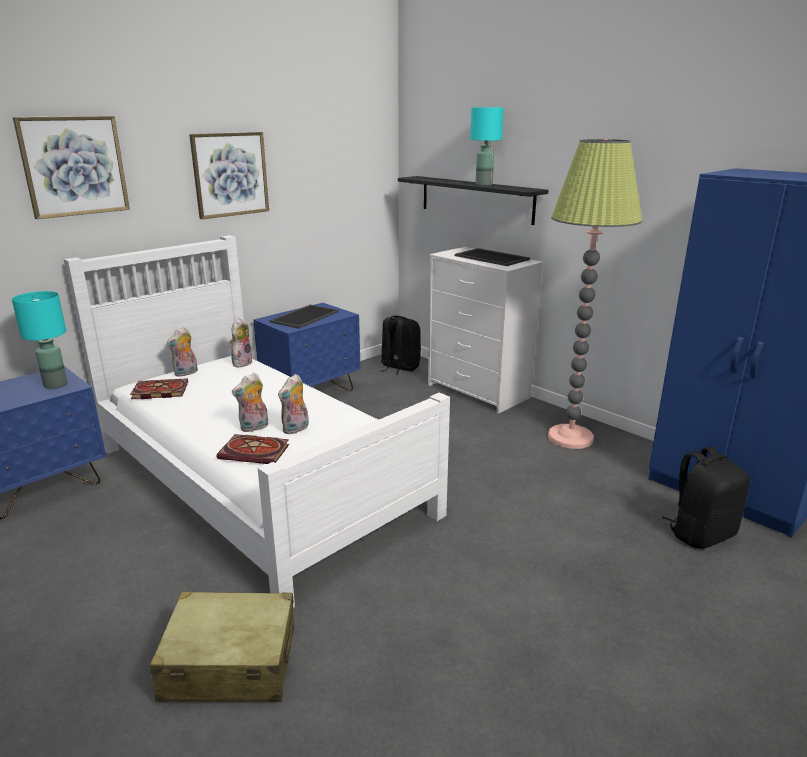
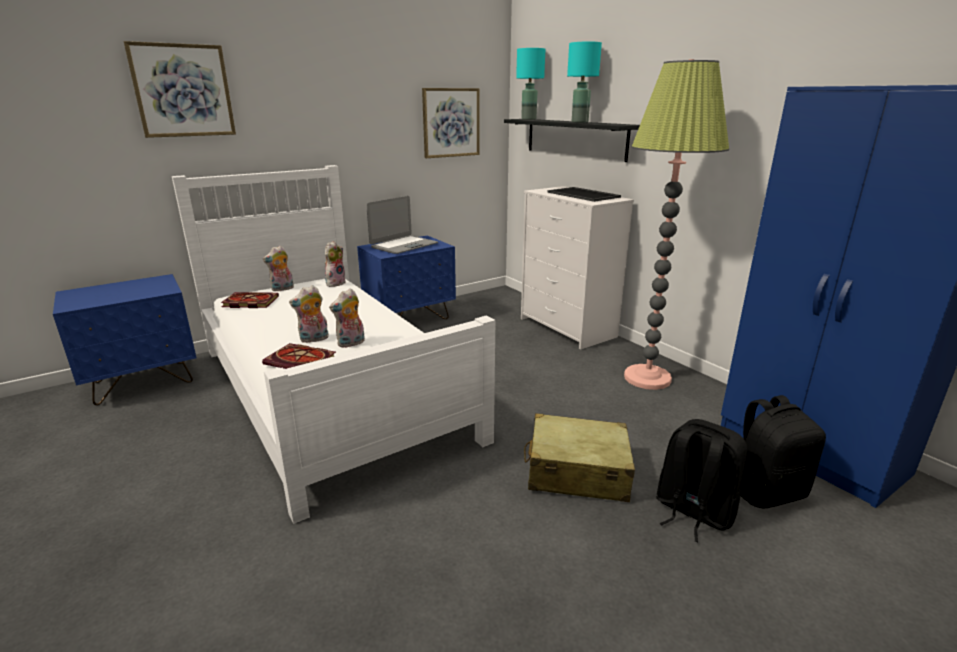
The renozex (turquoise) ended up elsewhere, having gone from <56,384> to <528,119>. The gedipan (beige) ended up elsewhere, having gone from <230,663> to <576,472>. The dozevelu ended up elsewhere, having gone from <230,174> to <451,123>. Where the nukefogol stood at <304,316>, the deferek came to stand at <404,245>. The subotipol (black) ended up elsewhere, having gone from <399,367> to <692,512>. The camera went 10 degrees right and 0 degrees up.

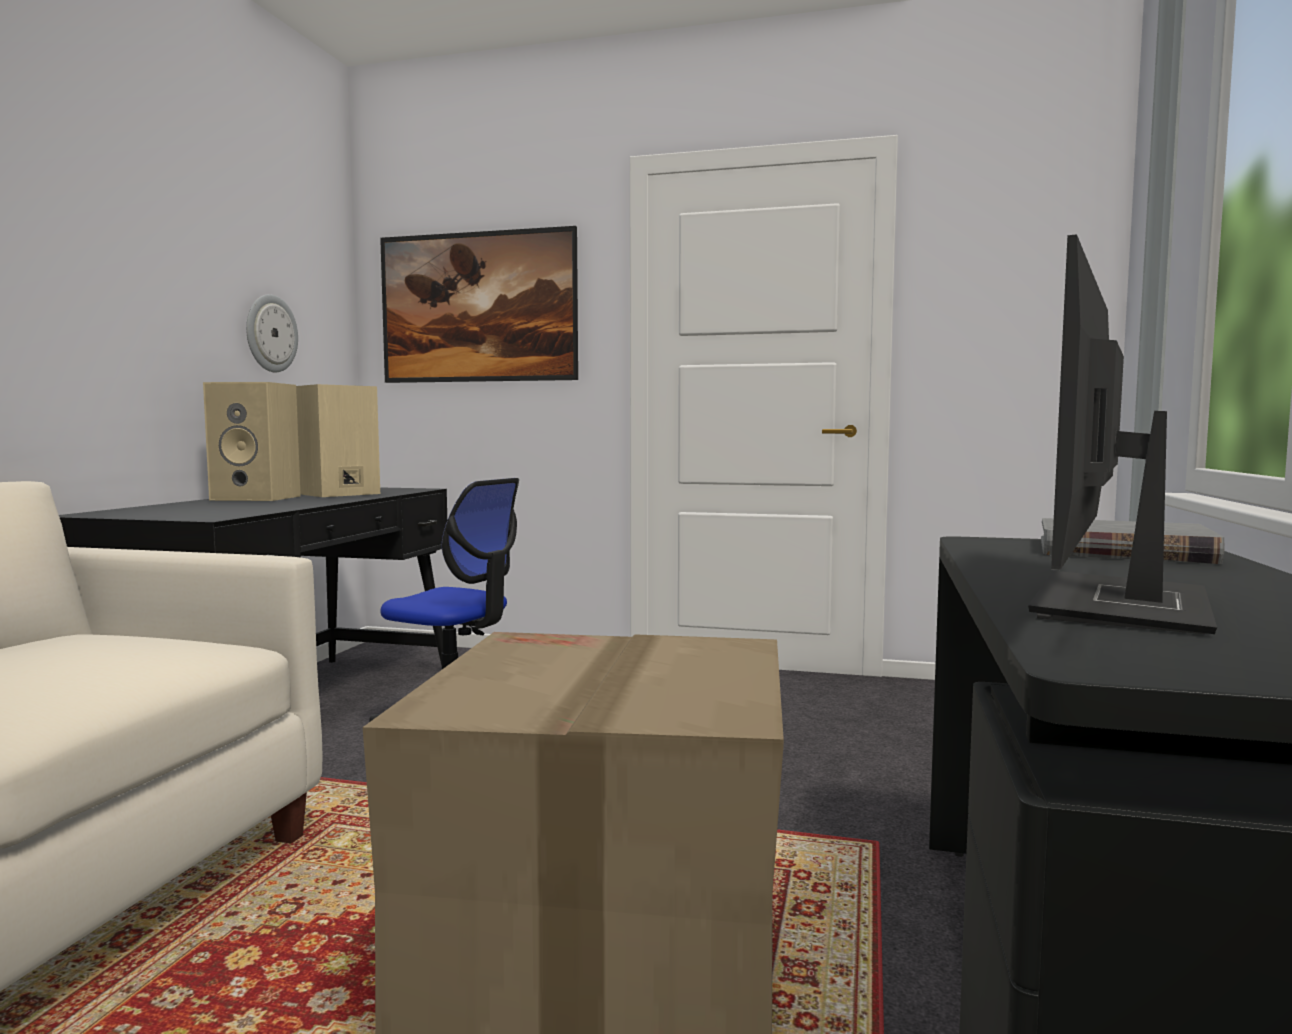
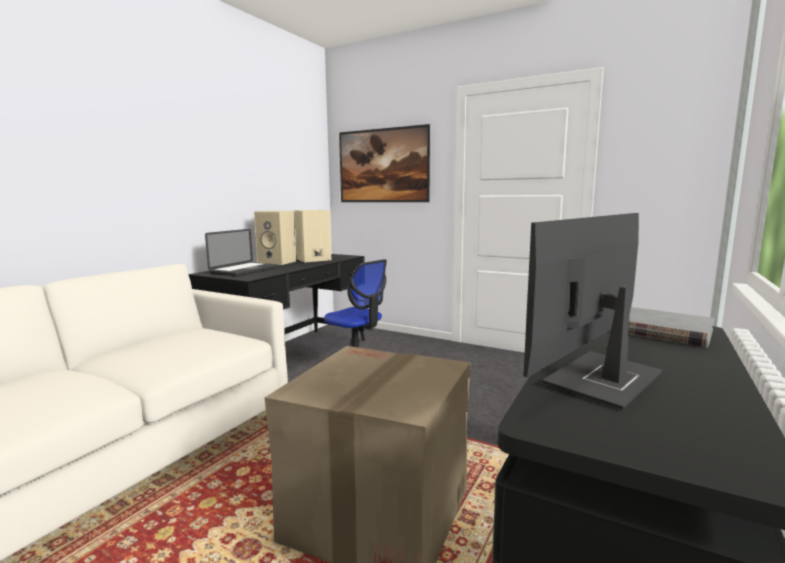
The second view lost the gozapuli at <270,333>. The second view gained the deferek at <244,270>. The camera went 15 degrees right and 5 degrees up.

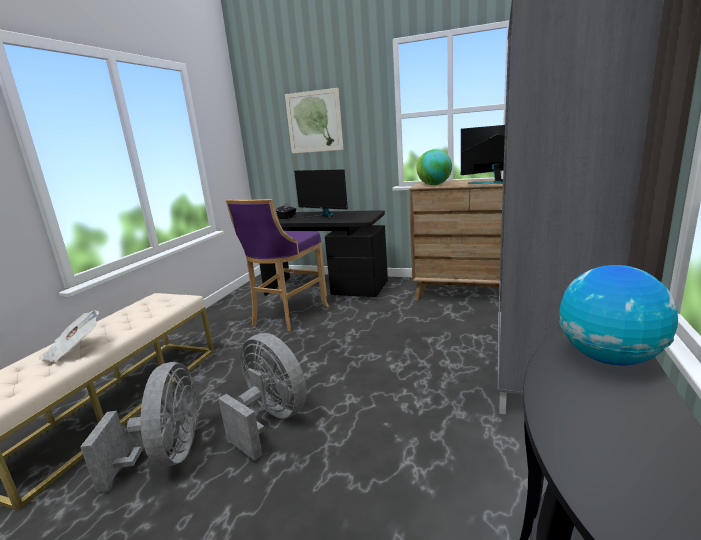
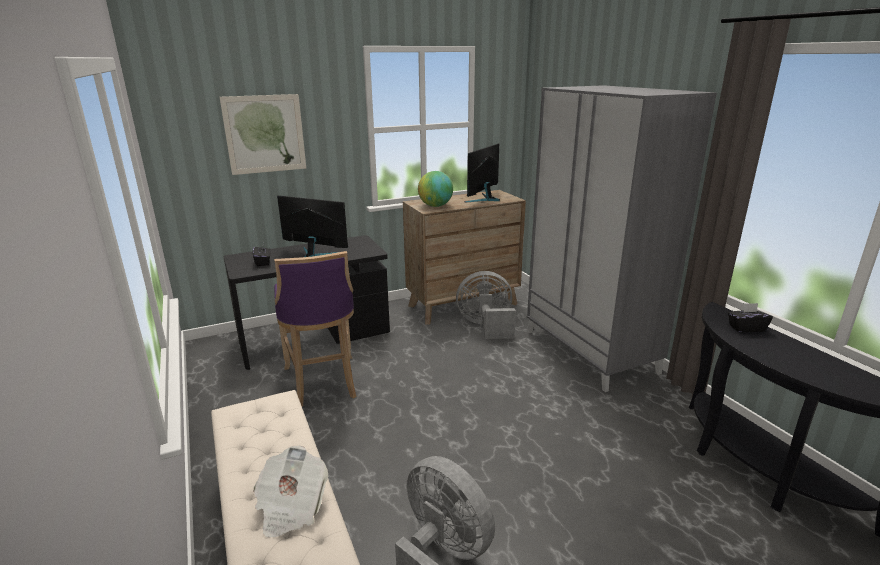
The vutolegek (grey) ended up elsewhere, having gone from <270,420> to <486,326>. The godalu at <324,217> ended up facing another way, 150 degrees counterclockwise from before. Where the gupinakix stood at <608,358>, the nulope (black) came to stand at <746,328>. The camera went 45 degrees left and 5 degrees up.

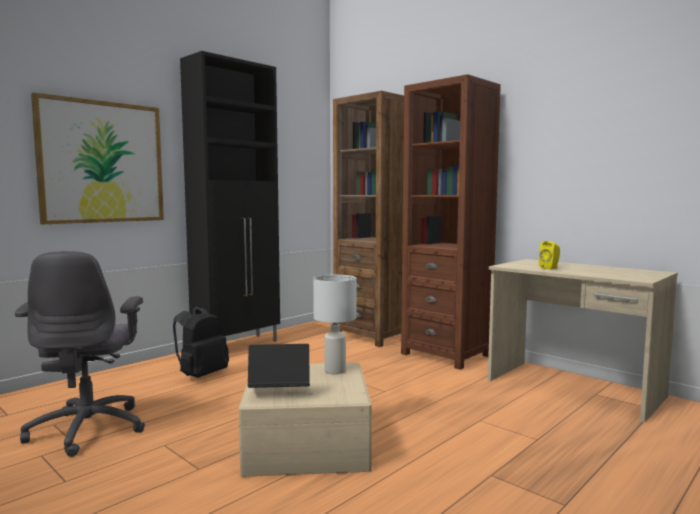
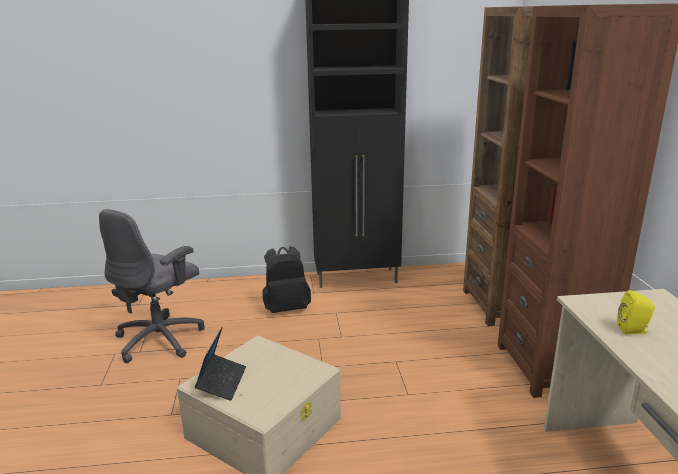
The second view lost the dozevelu at <102,162>. The deferek at <279,392> ended up facing another way, 60 degrees clockwise from before. The second view lost the renozex (white) at <335,371>. The camera went 40 degrees right and 15 degrees up.

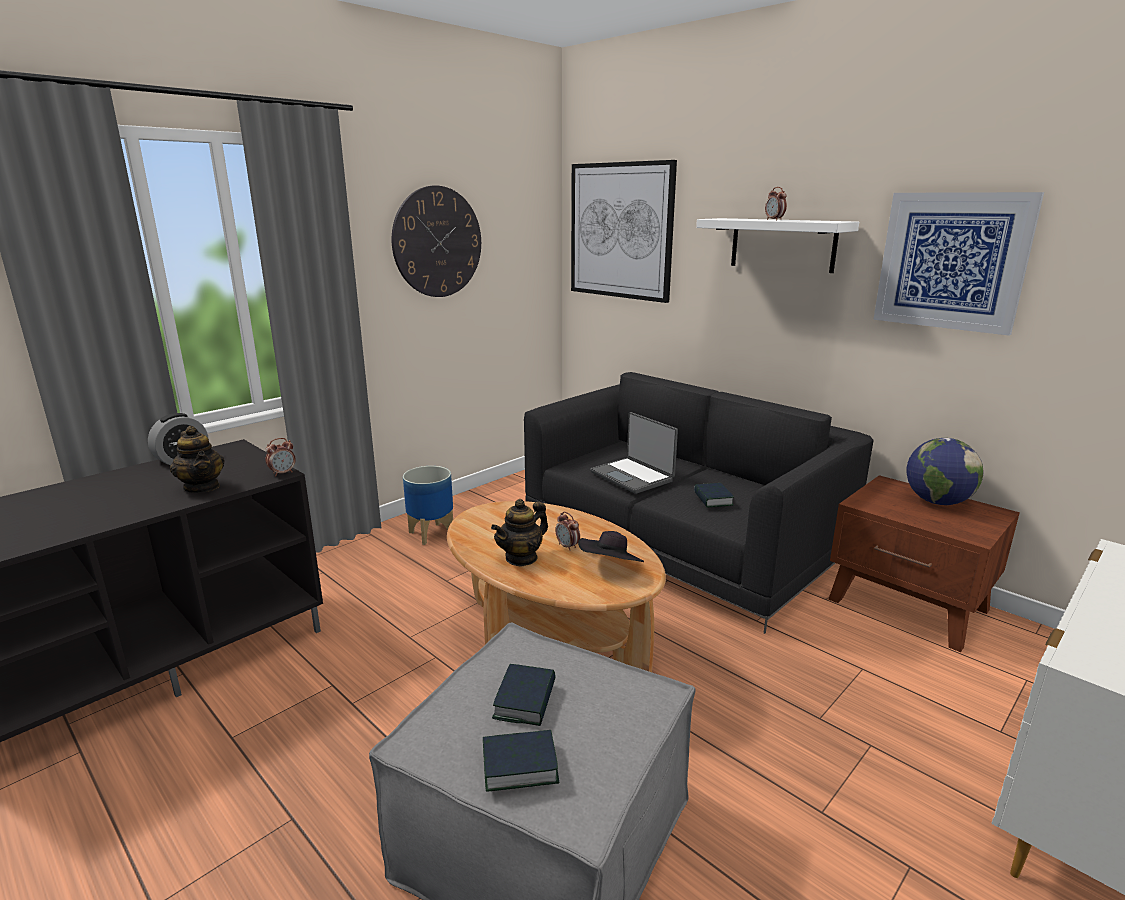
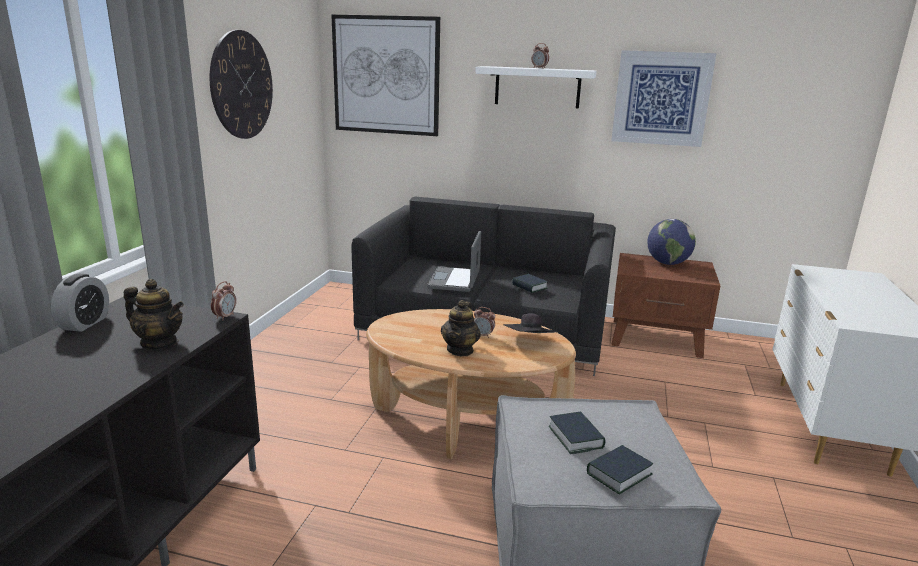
The second view lost the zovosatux at <432,533>. The deferek at <633,476> ended up facing another way, 75 degrees clockwise from before. The camera went 30 degrees left and 0 degrees up.

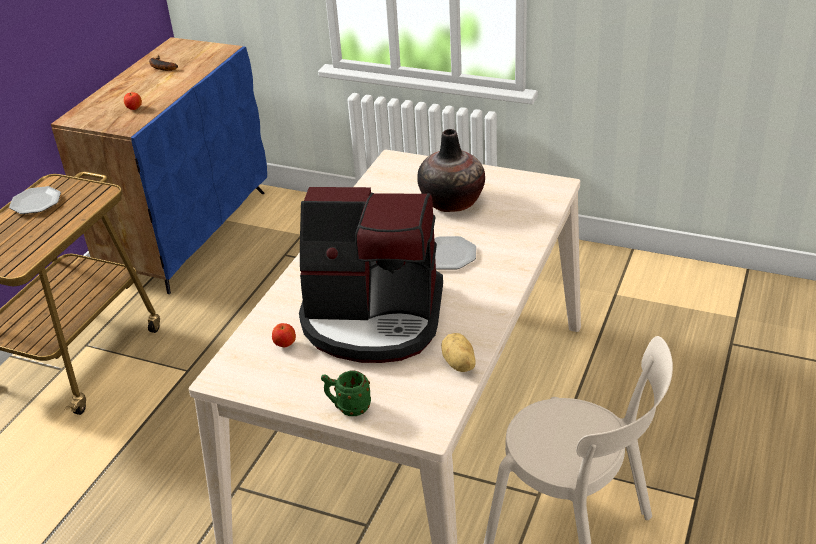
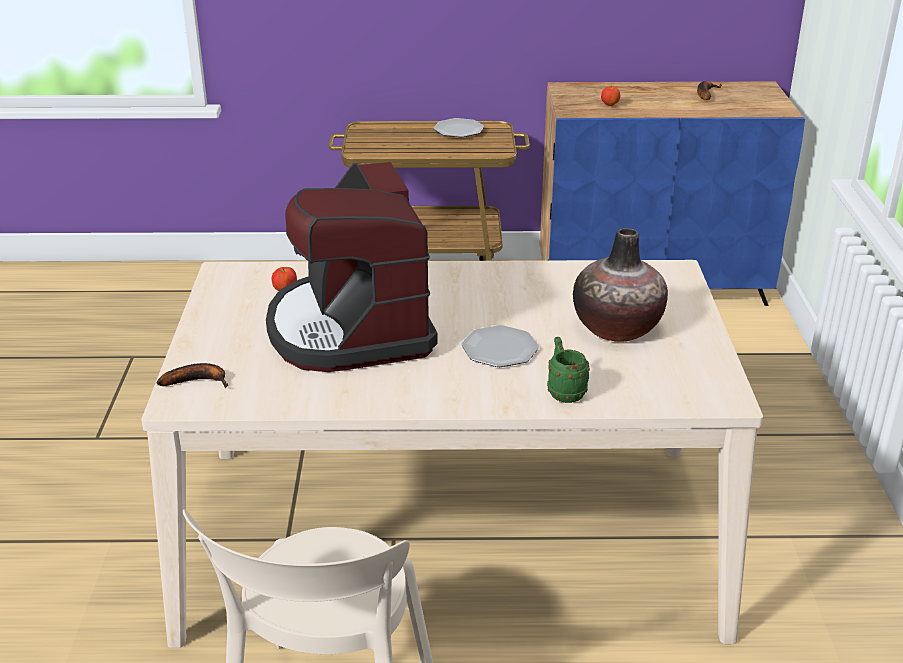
The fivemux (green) ended up elsewhere, having gone from <348,407> to <564,391>. The second view lost the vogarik at <458,364>. The second view gained the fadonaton at <198,381>. The camera went 65 degrees right and 5 degrees down.

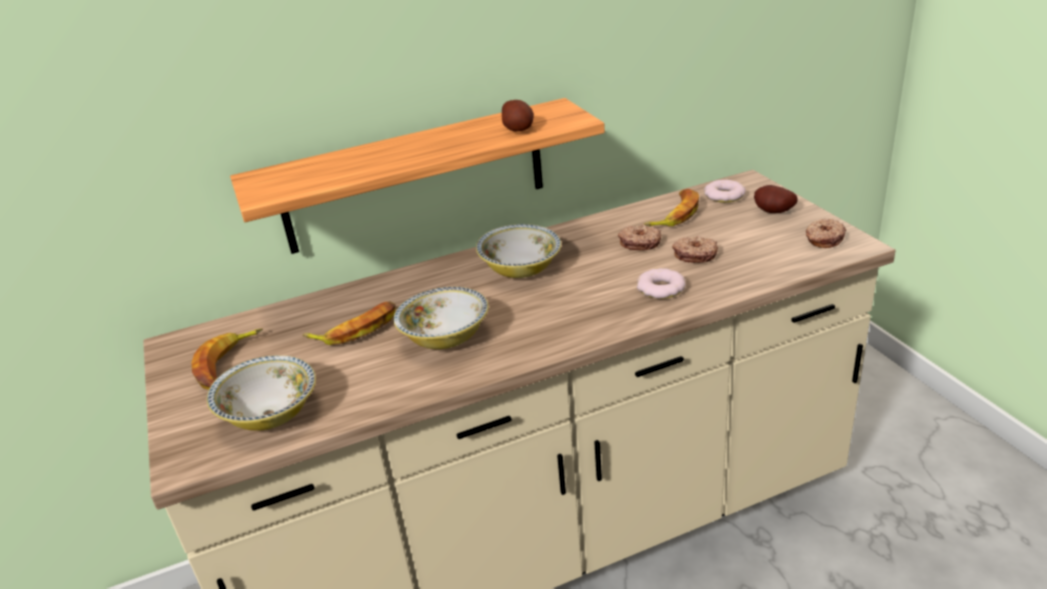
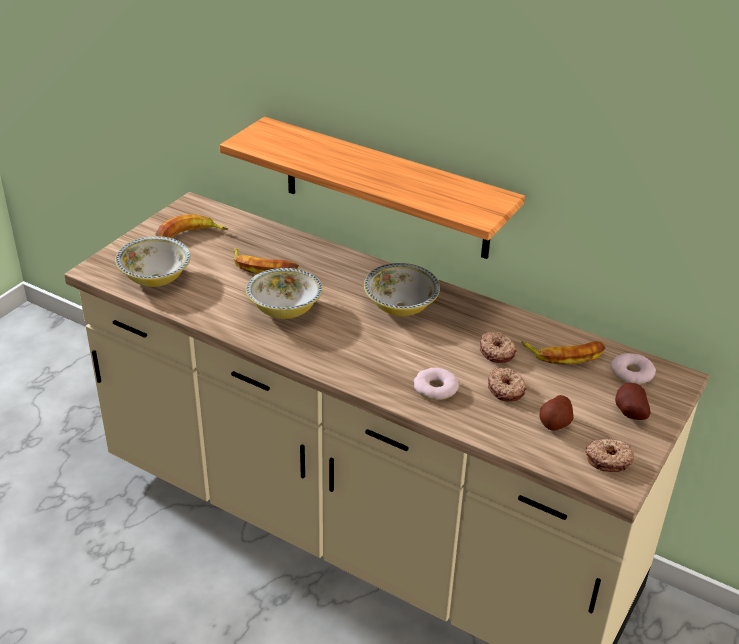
The vogarik ended up elsewhere, having gone from <518,129> to <555,423>. The camera went 50 degrees right and 5 degrees up.

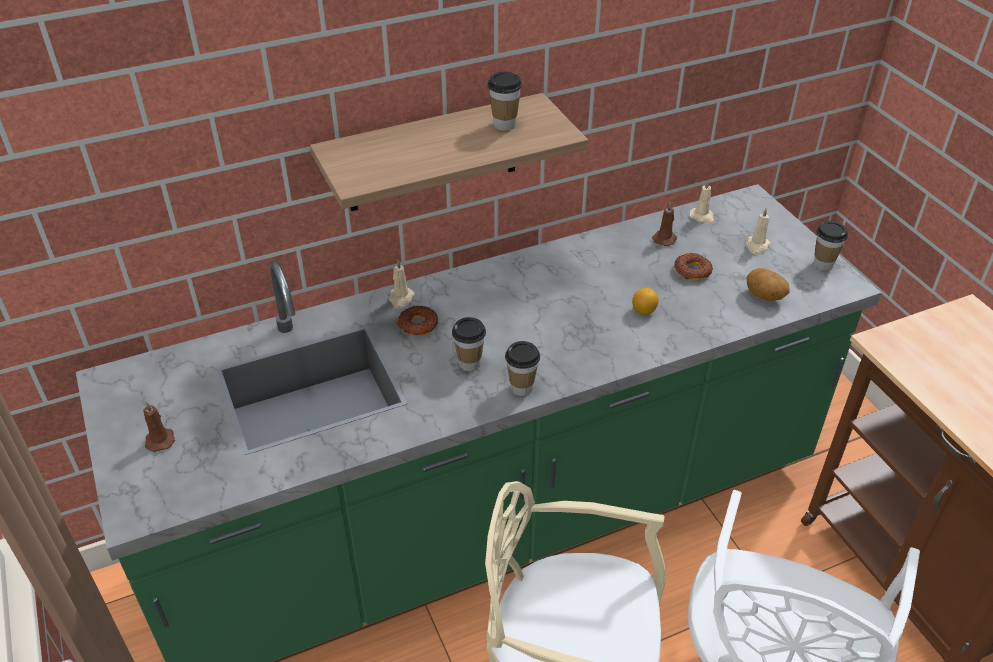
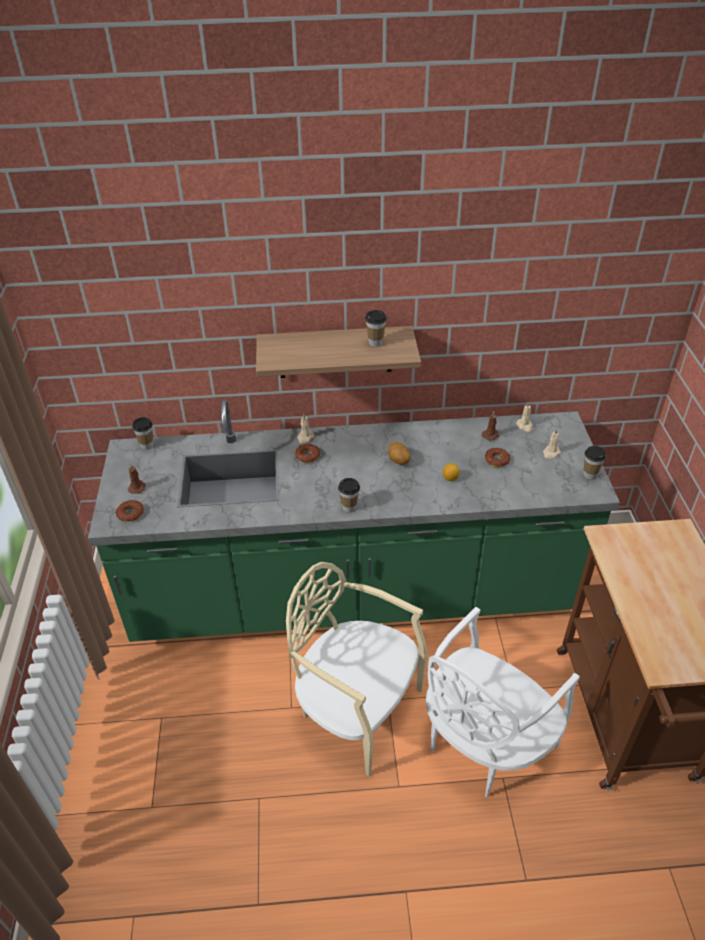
The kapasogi ended up elsewhere, having gone from <469,363> to <147,445>. The vogarik ended up elsewhere, having gone from <764,297> to <398,461>. The second view gained the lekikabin at <130,513>. The camera went 20 degrees right and 0 degrees up.

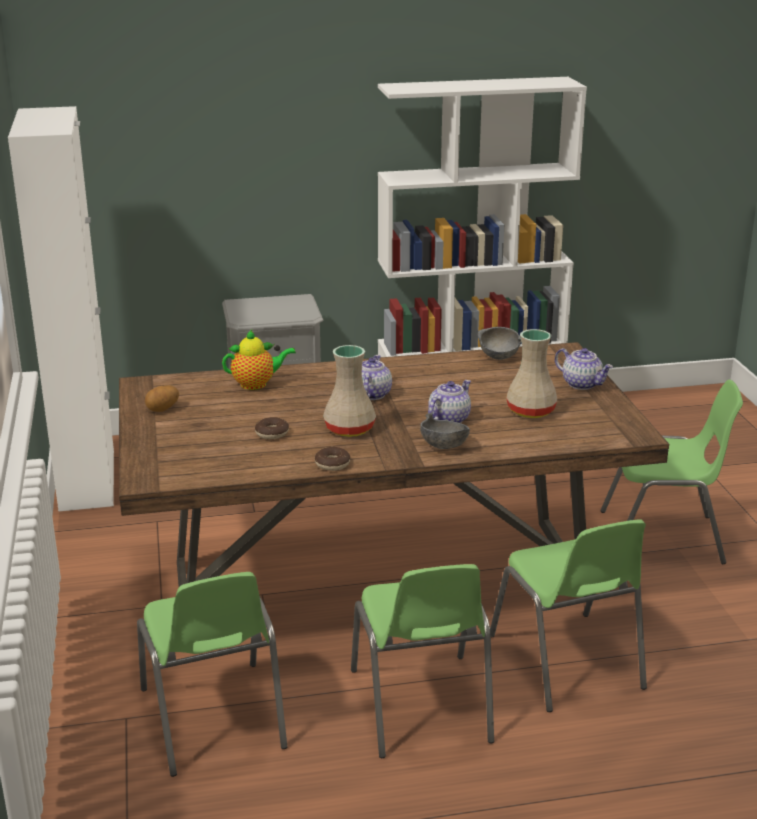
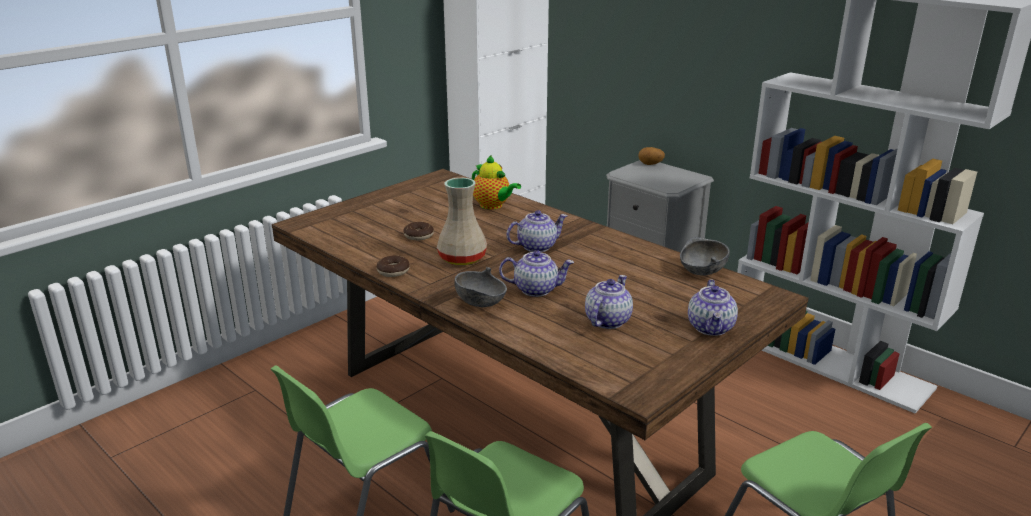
The second view lost the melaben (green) at <213,720>. The vogarik ended up elsewhere, having gone from <163,409> to <650,164>. Where the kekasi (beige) stood at <531,411>, the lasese came to stand at <607,320>. The camera went 55 degrees right and 0 degrees up.

